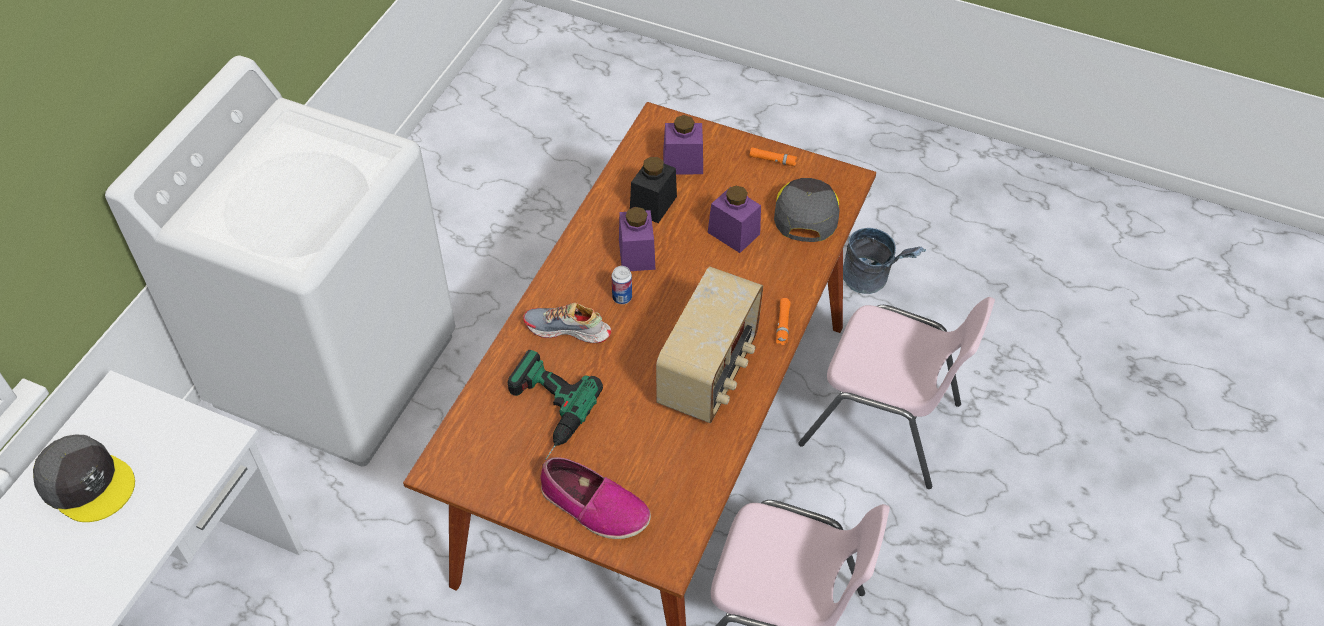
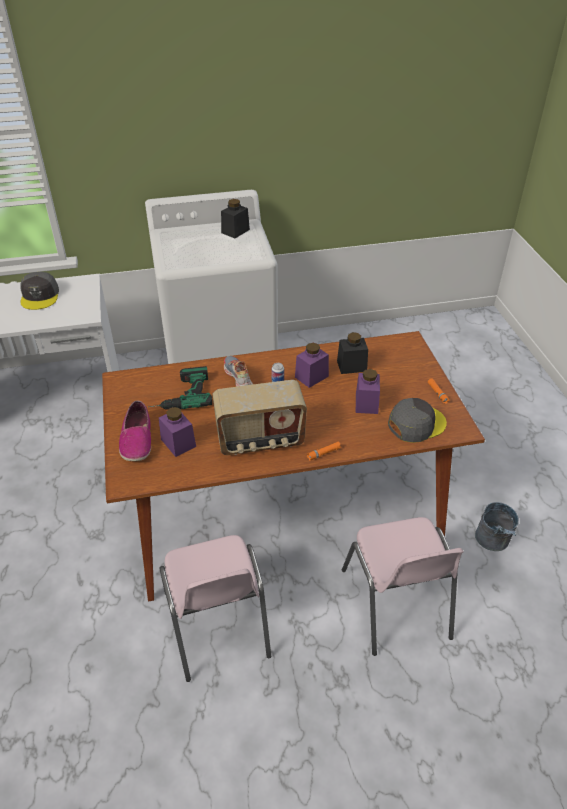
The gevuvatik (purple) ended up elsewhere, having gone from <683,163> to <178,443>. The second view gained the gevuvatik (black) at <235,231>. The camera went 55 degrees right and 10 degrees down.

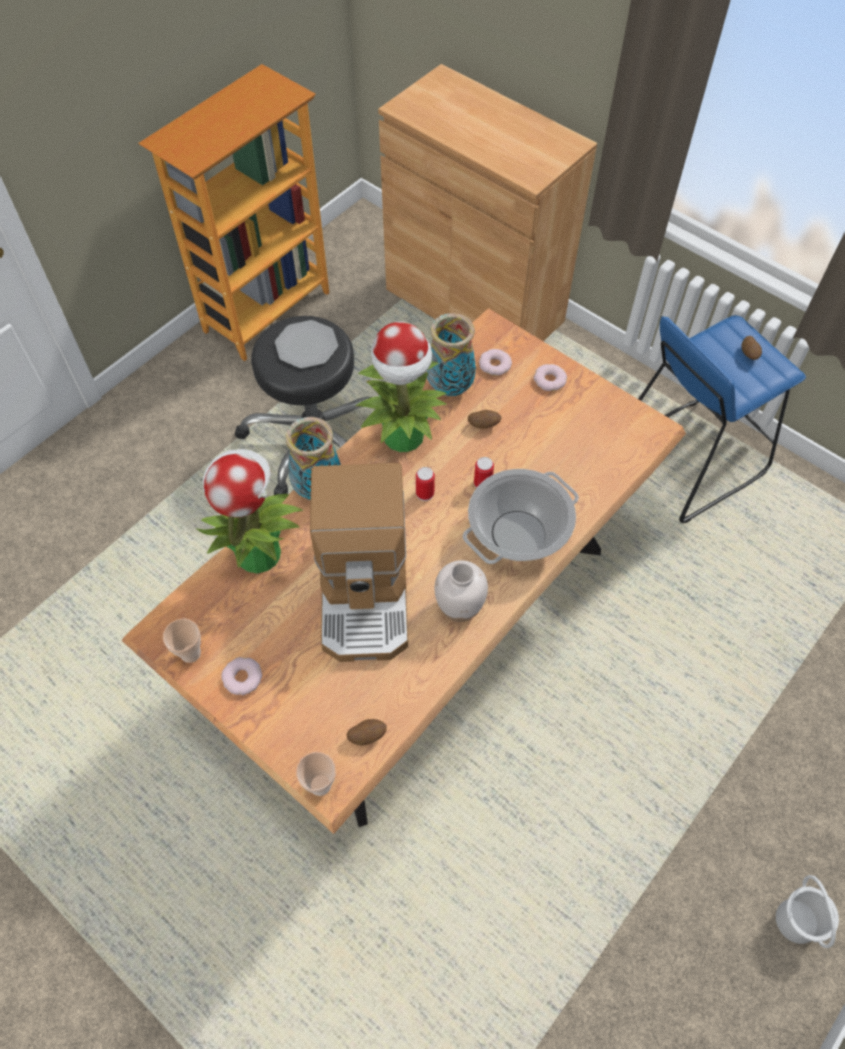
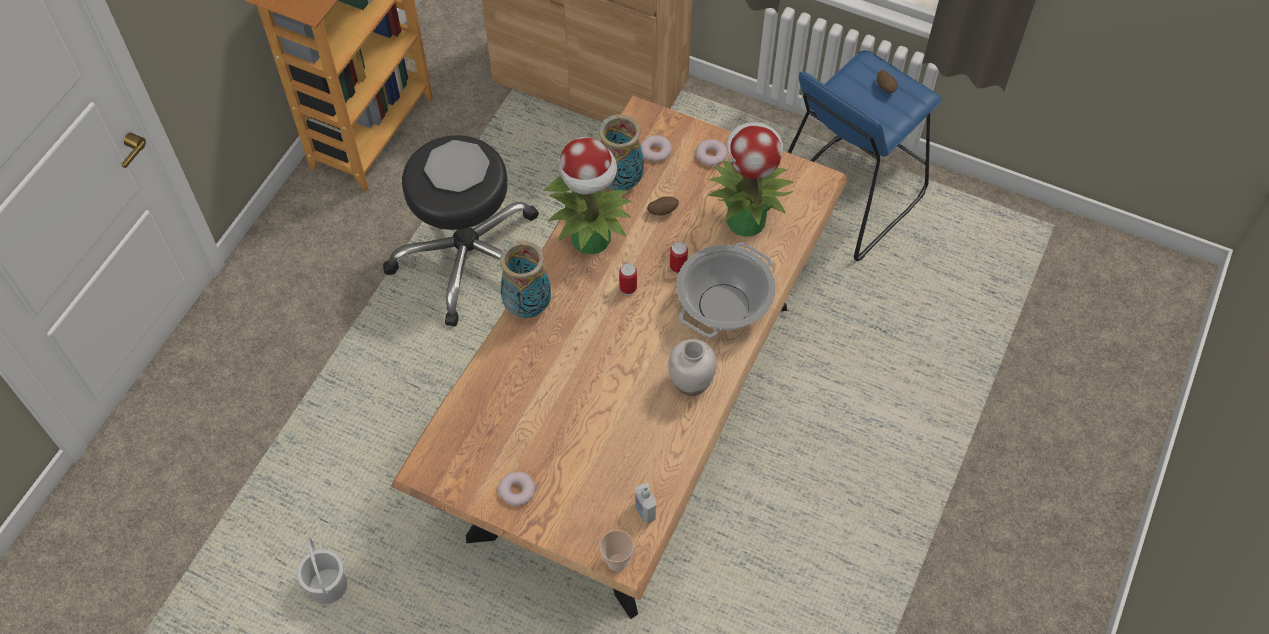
The second view lost the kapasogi at <190,653>. The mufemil ended up elsewhere, having gone from <258,552> to <745,219>. The second view lost the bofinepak at <366,592>. Where the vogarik stood at <367,735>, the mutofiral came to stand at <644,512>. The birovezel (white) ended up elsewhere, having gone from <797,920> to <328,585>. The camera went 15 degrees left and 0 degrees up.

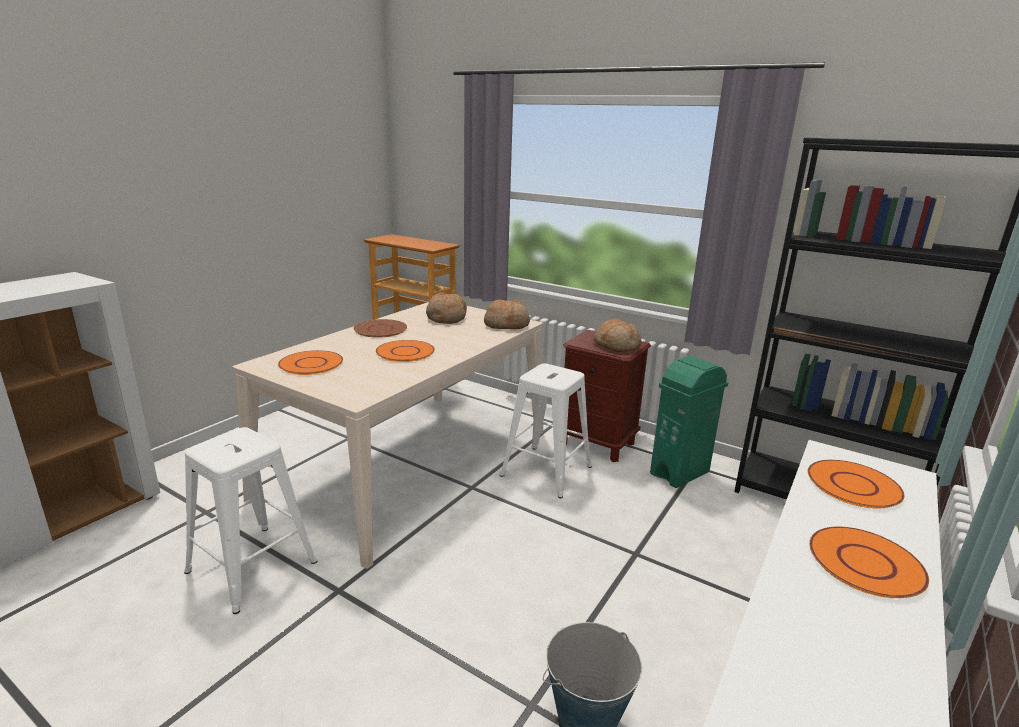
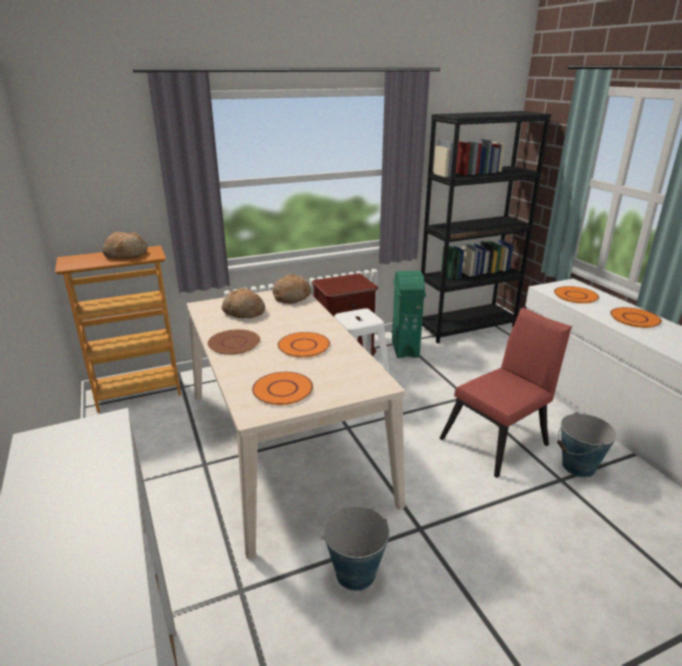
Where the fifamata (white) stood at <250,566>, the birovezel came to stand at <355,573>. The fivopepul ended up elsewhere, having gone from <616,345> to <127,254>. The second view gained the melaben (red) at <499,439>. The camera went 55 degrees left and 5 degrees up.

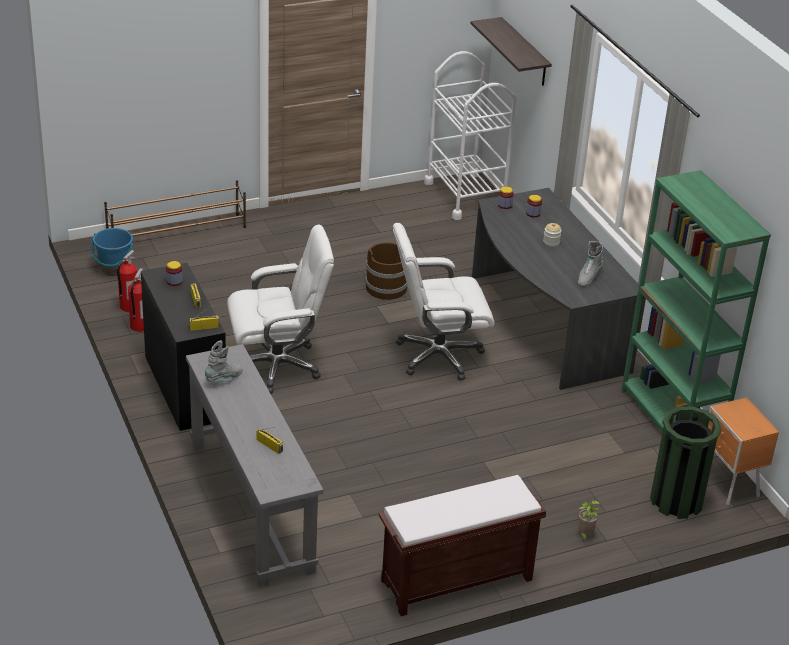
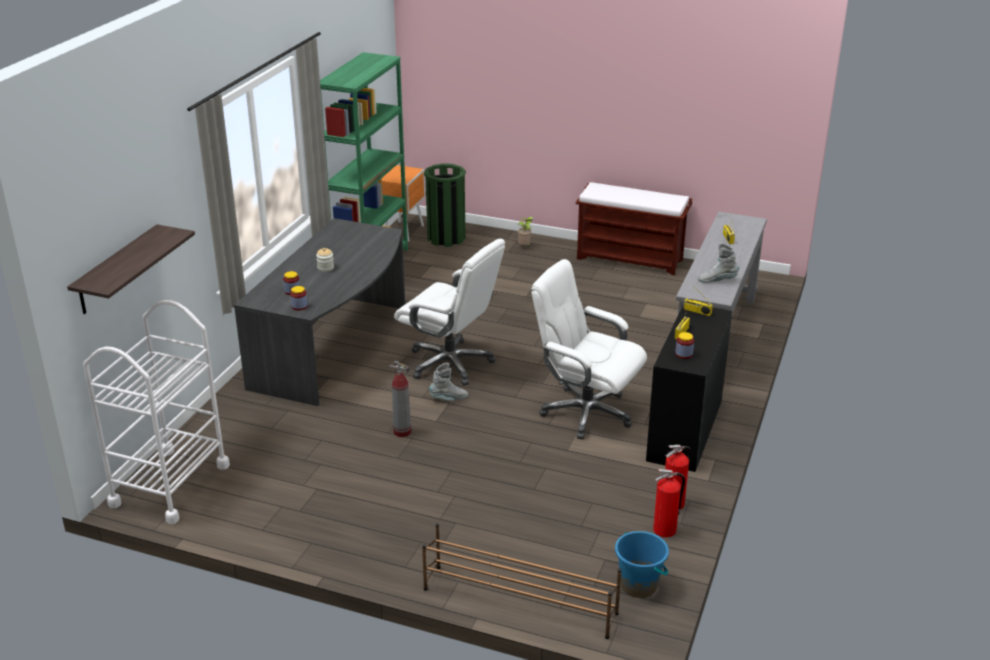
Where the birovezel (brown) stood at <386,287>, the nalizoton came to stand at <402,432>. The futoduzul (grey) ended up elsewhere, having gone from <588,277> to <449,399>. The camera went 135 degrees left and 5 degrees down.

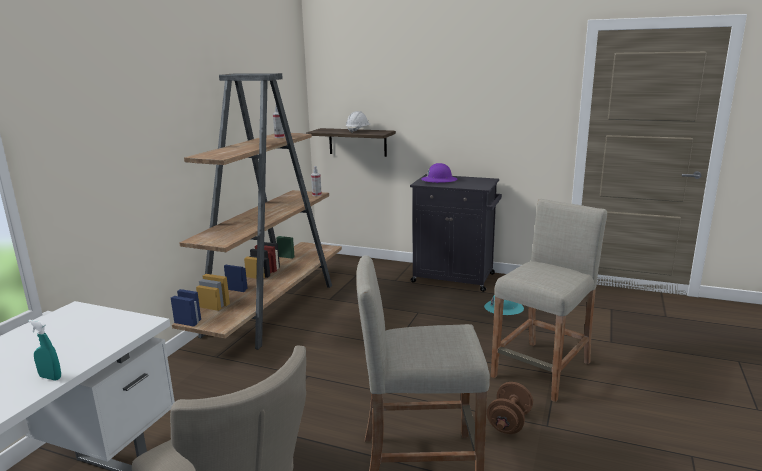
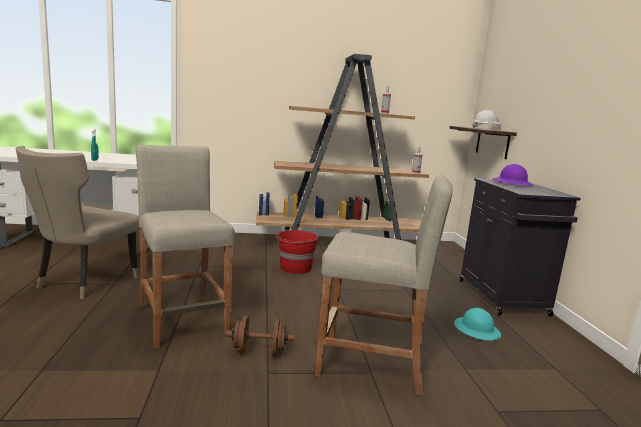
The second view gained the birovezel (red) at <295,268>. The camera went 60 degrees right and 5 degrees down.

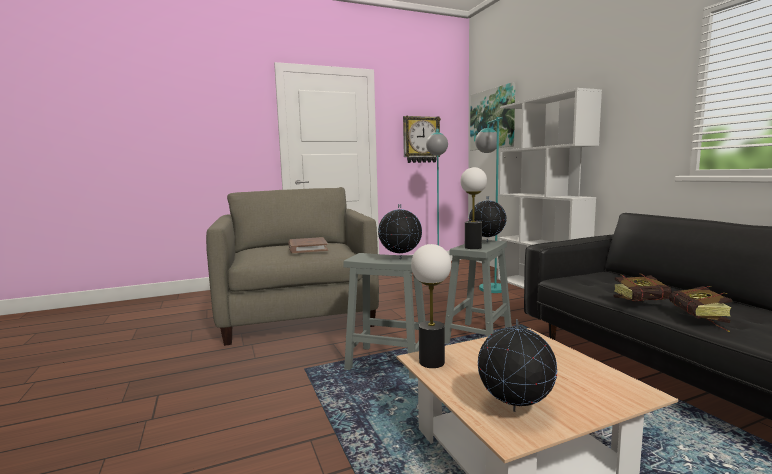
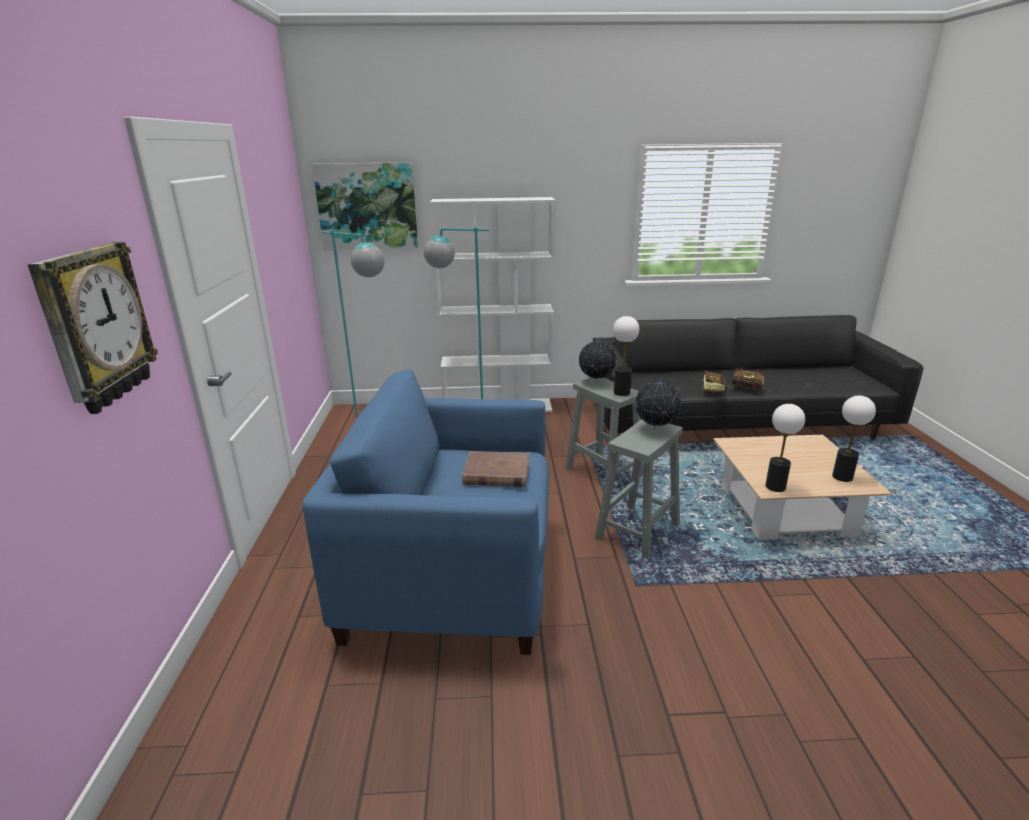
What was the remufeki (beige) at <298,315> turned into the remufeki (blue) at <453,575>. The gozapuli ended up elsewhere, having gone from <421,139> to <95,326>. Where the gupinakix stood at <515,410>, the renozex came to stand at <842,477>. The camera went 70 degrees left and 15 degrees up.

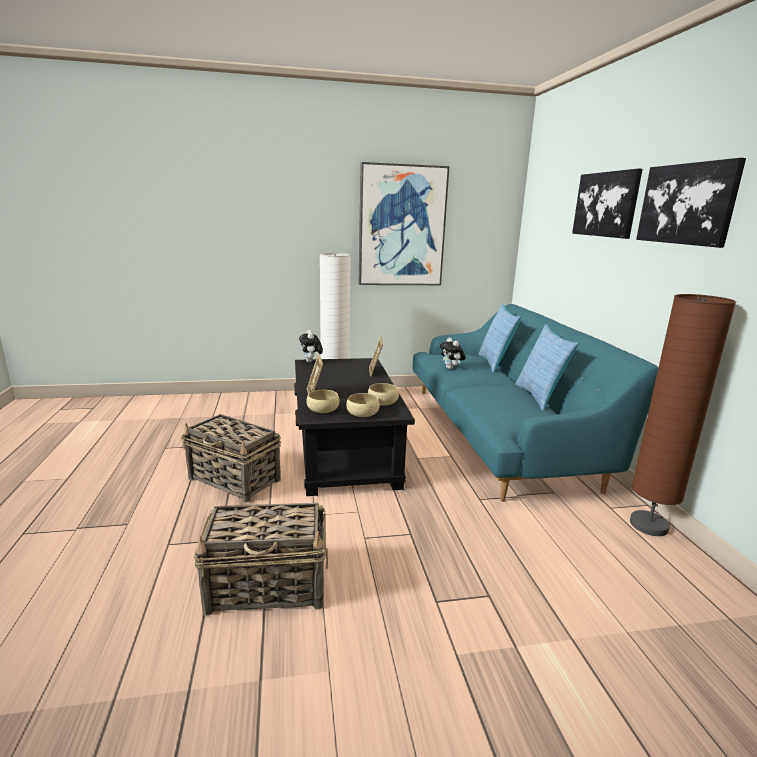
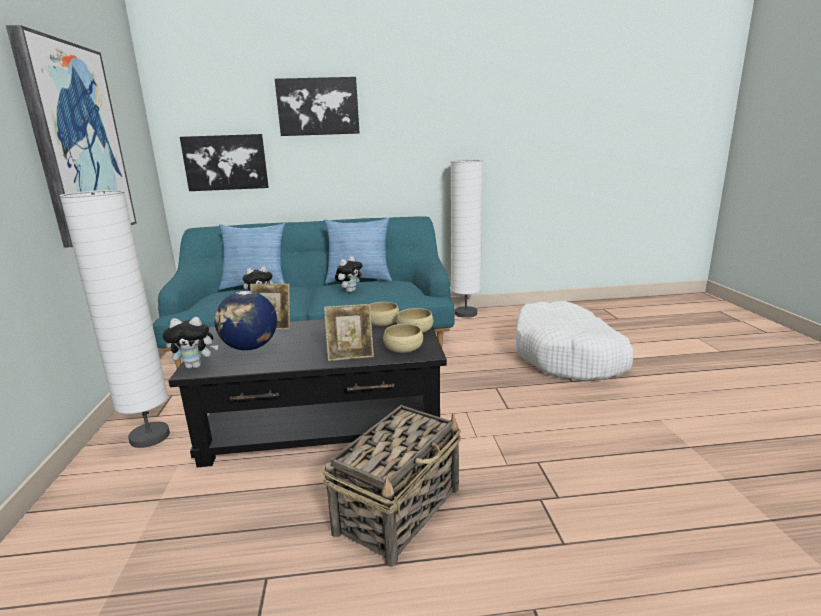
The second view lost the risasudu at <268,586>. What was the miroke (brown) at <648,525> turned into the miroke (white) at <466,313>. The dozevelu ended up elsewhere, having gone from <687,204> to <225,162>. The second view gained the gupinakix at <250,348>. The second view gained the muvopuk at <350,291>. The second view gained the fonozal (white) at <568,356>. The camera went 85 degrees left and 0 degrees up.

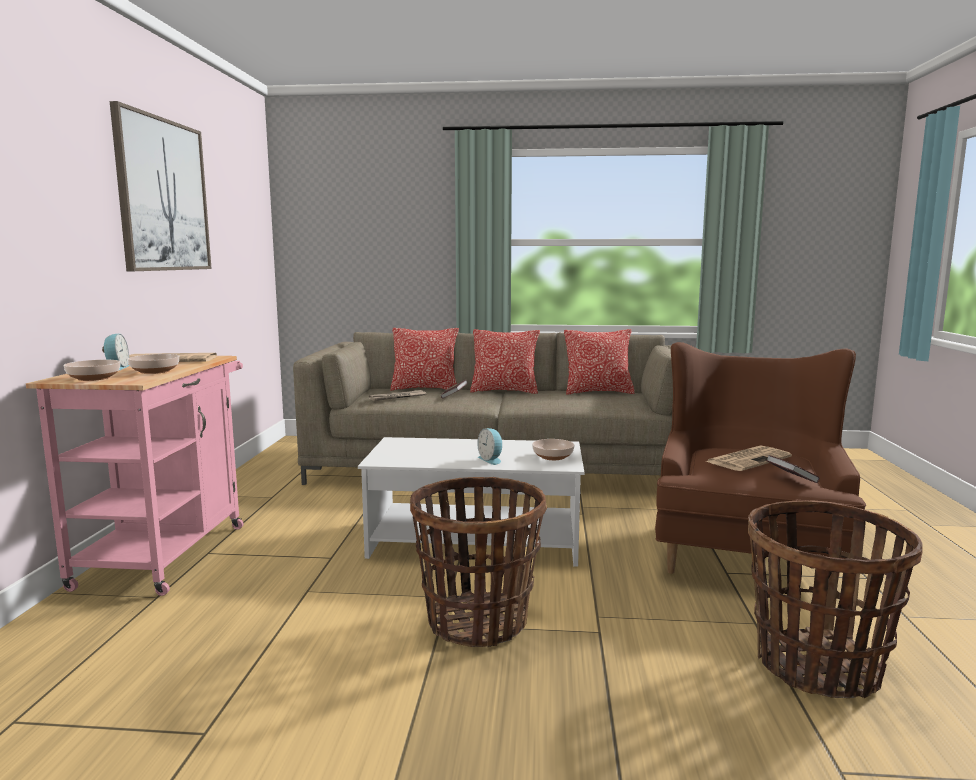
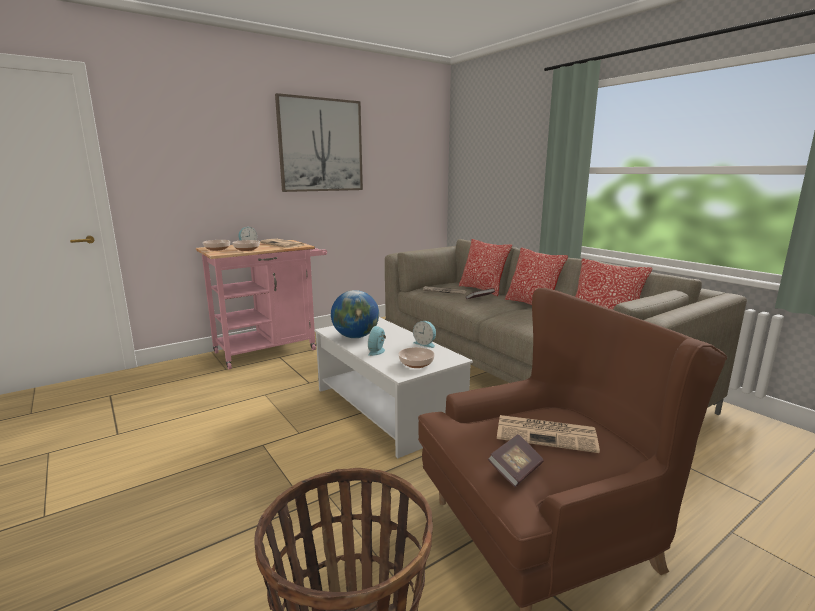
The second view lost the risasudu at <477,621>. The second view gained the gupinakix at <356,336>. The second view gained the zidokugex at <425,344>. The camera went 50 degrees right and 5 degrees up.

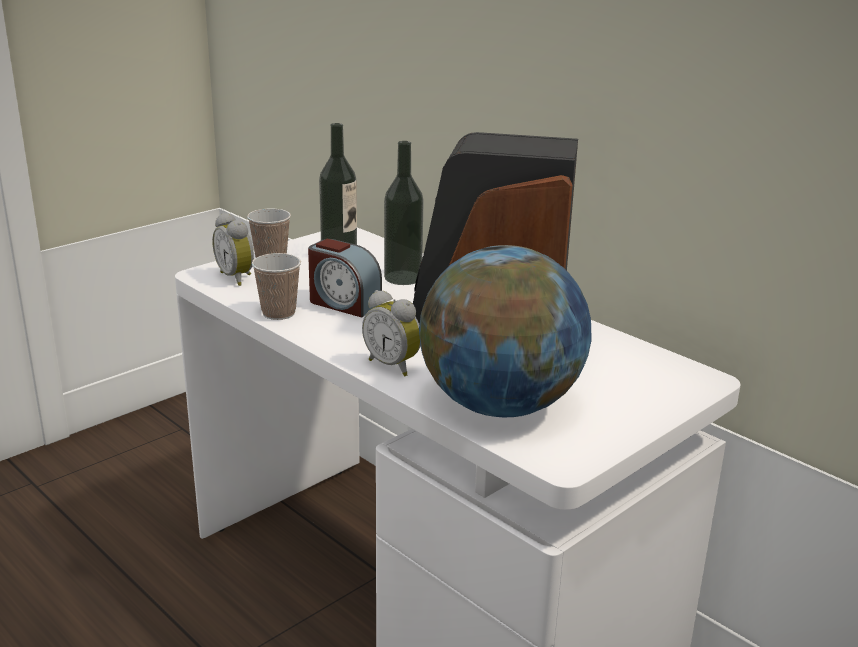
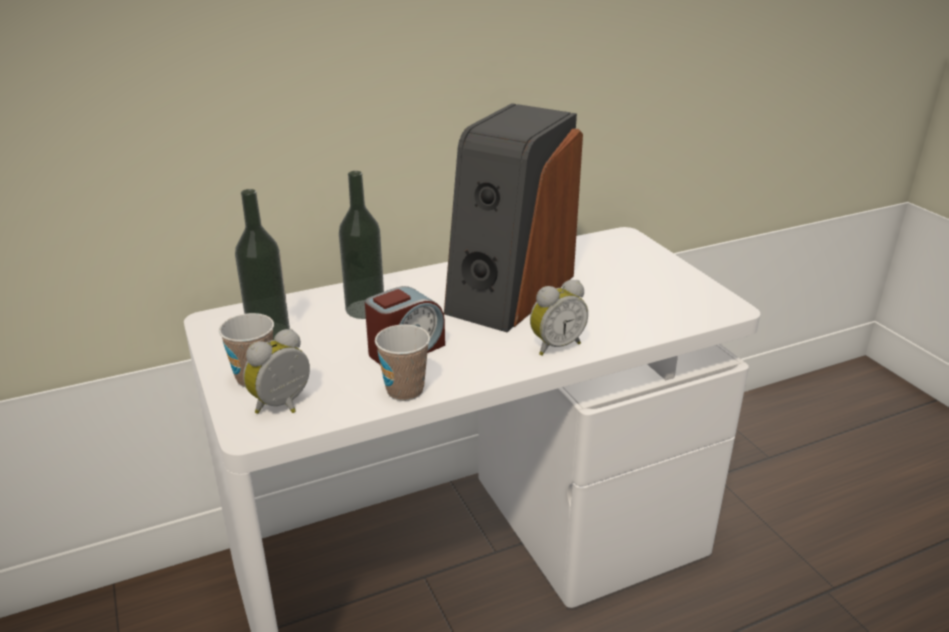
The zidokugex at <237,277> ended up facing another way, 150 degrees clockwise from before. The second view lost the gupinakix at <500,405>. The camera went 70 degrees left and 5 degrees up.

